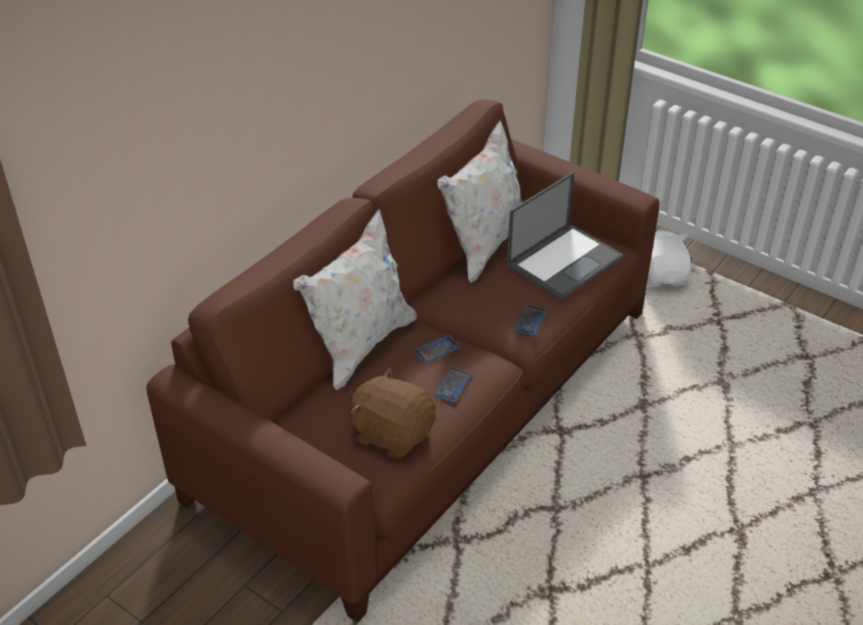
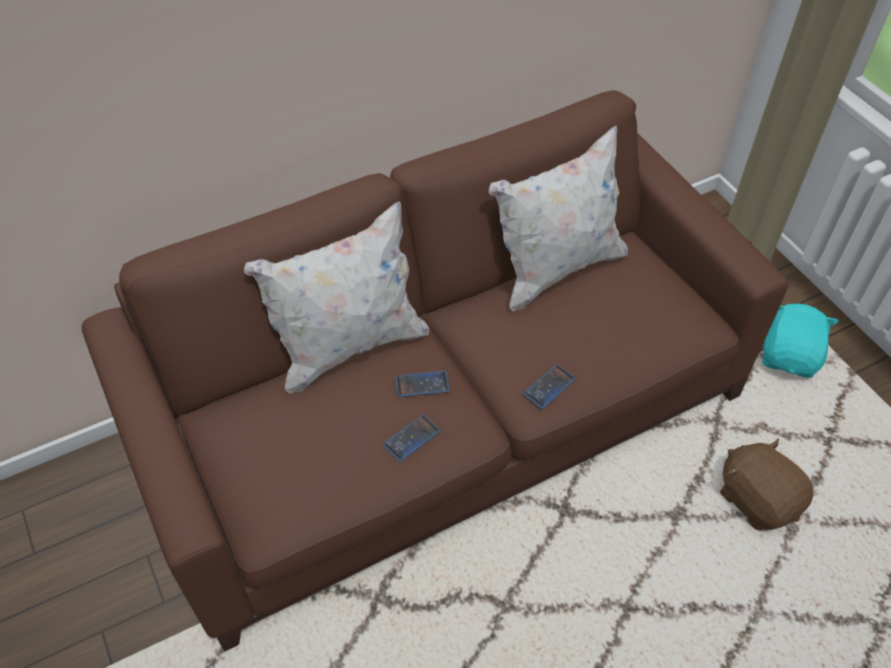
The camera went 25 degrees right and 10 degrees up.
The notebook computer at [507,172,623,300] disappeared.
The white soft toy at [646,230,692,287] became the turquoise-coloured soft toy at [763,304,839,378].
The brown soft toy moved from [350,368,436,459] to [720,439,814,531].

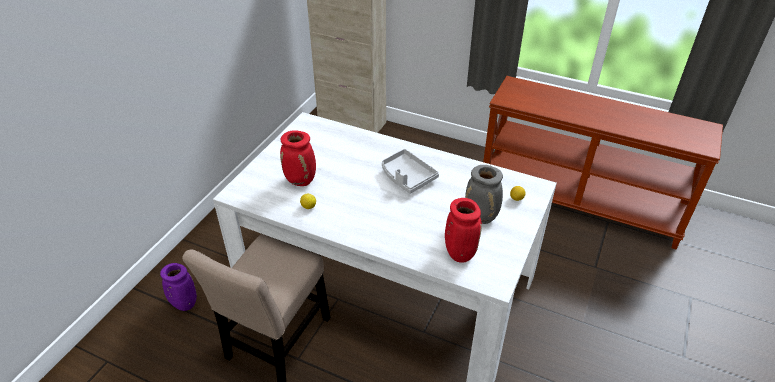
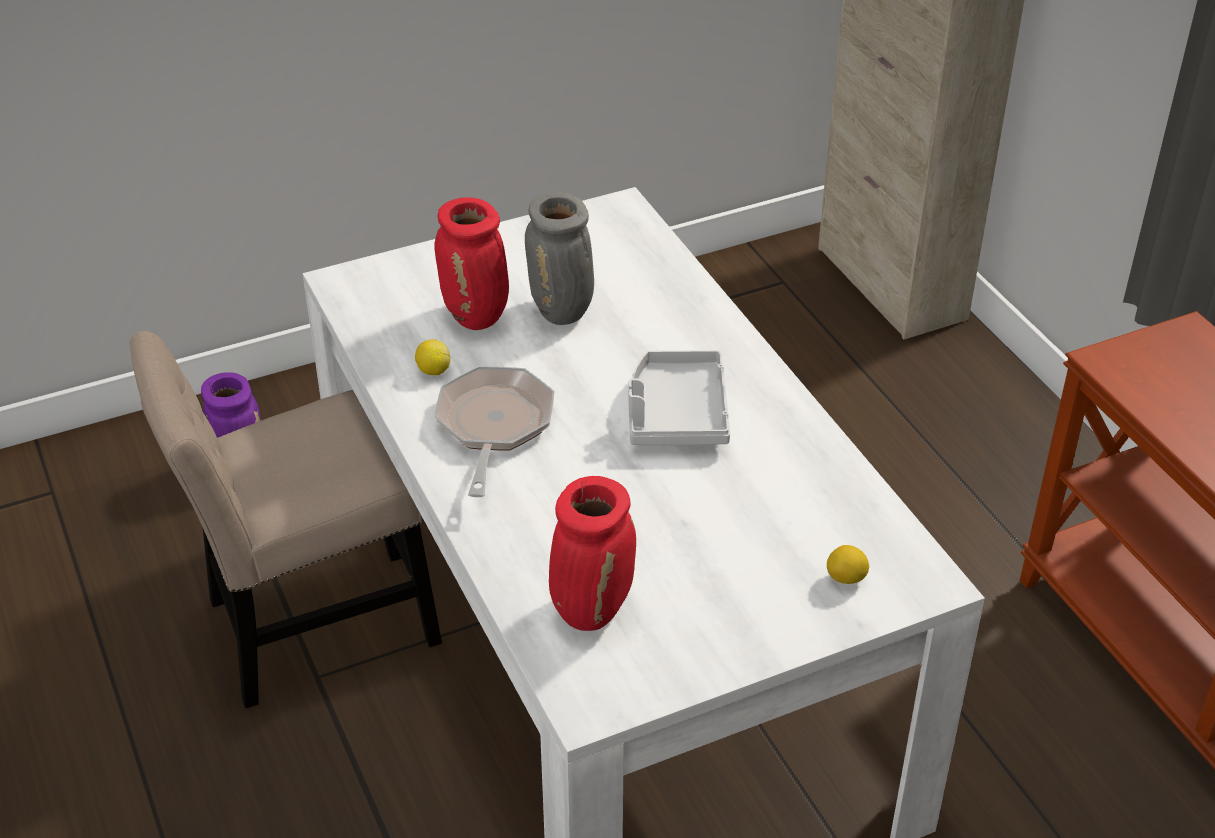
The camera went 40 degrees right and 0 degrees up.
The greyish vase moved from [465,165,503,224] to [525,192,594,325].
The skillet at [434,366,555,497] appeared.

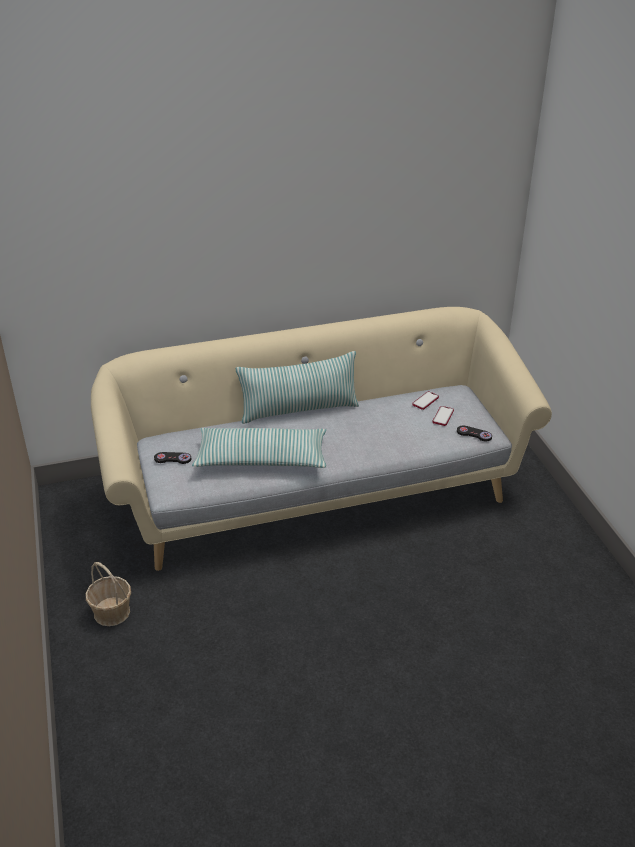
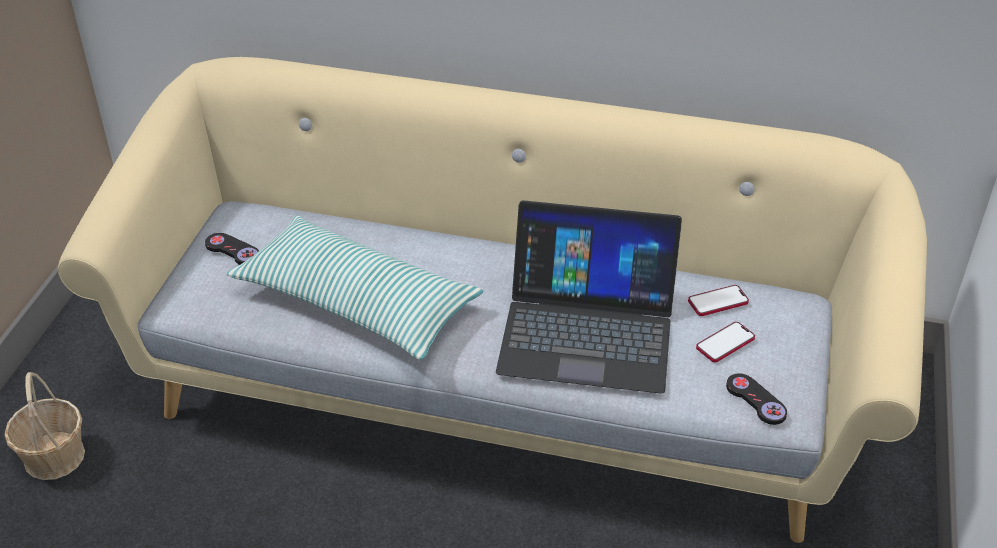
The camera went 30 degrees right and 5 degrees up.
The throw pillow at [236,351,359,424] disappeared.
The notebook computer at [496,201,682,394] appeared.

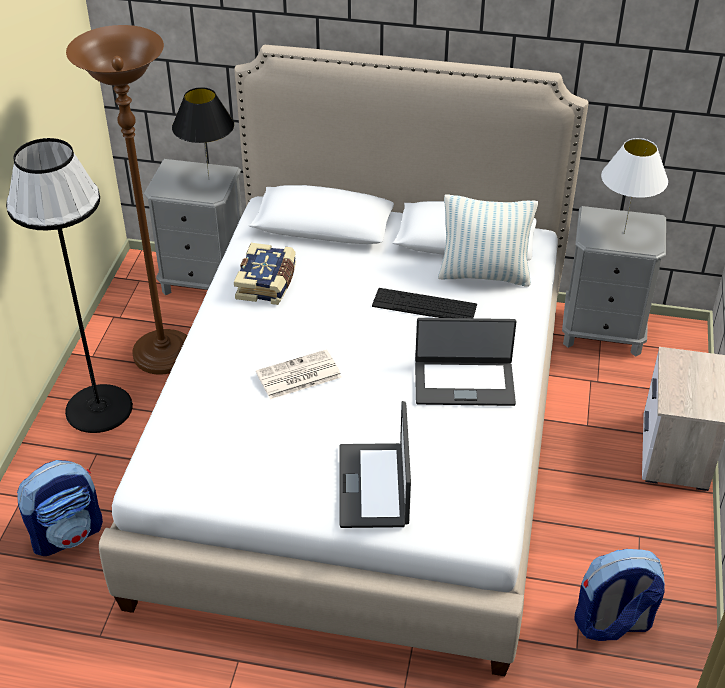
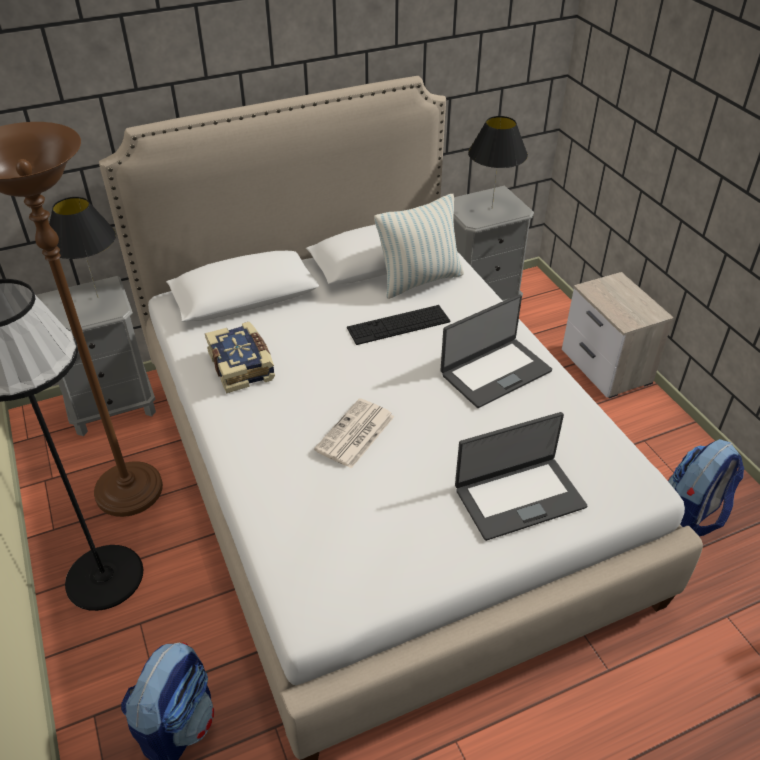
The camera went 35 degrees left and 0 degrees up.
The white lamp for a table at [601,138,668,234] became the blackish lamp for a table at [468,116,528,208].
The notebook computer at [339,401,411,528] turned 75 degrees counterclockwise.

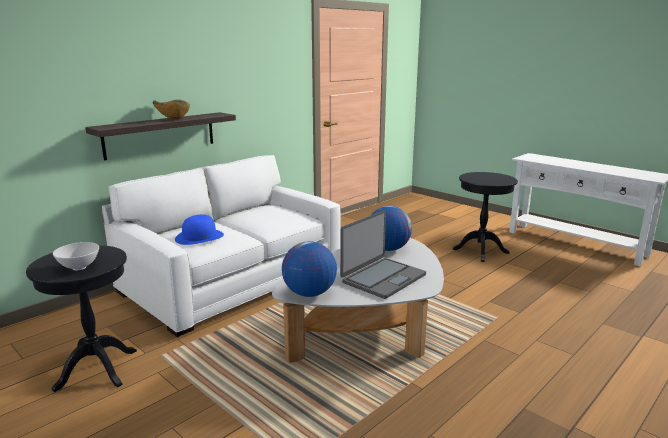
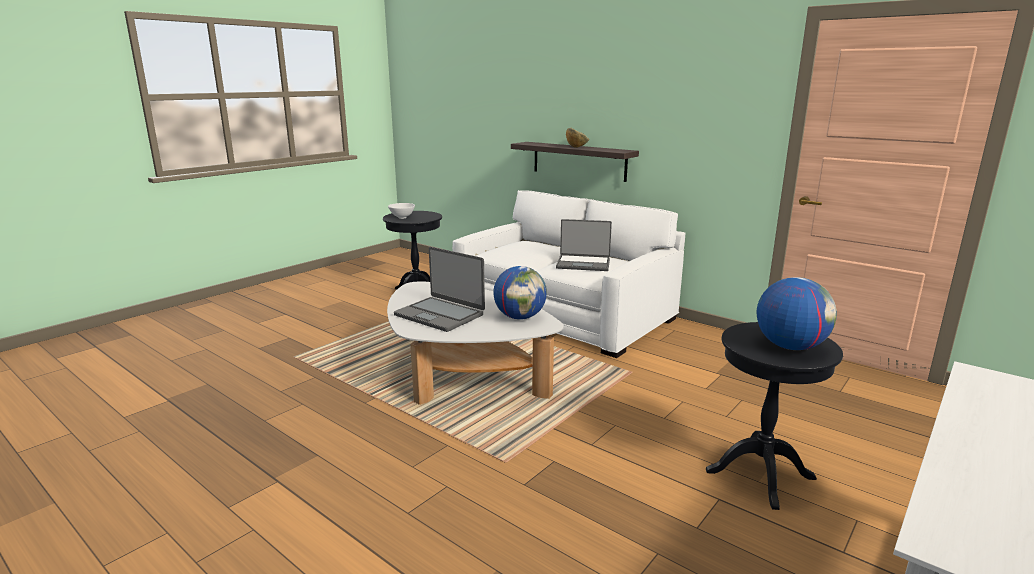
The camera went 85 degrees right and 0 degrees up.
The blue clothing hat at [175,215,224,245] disappeared.
The desk globe moved from [282,241,337,297] to [756,277,837,350].
The notebook computer at [556,219,612,271] appeared.

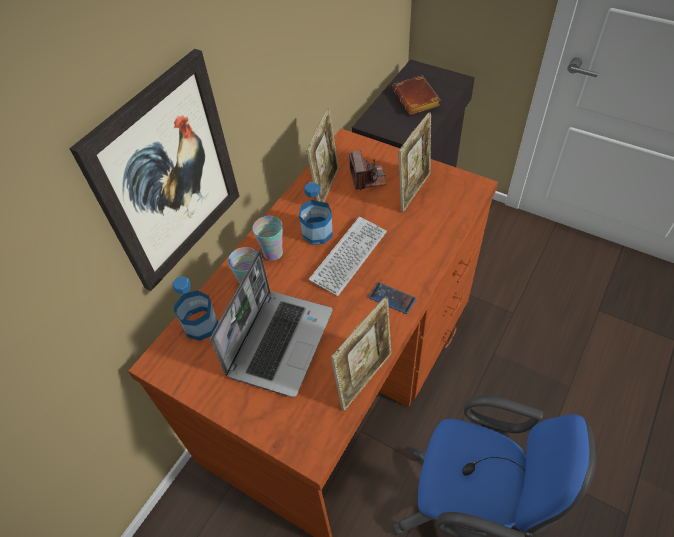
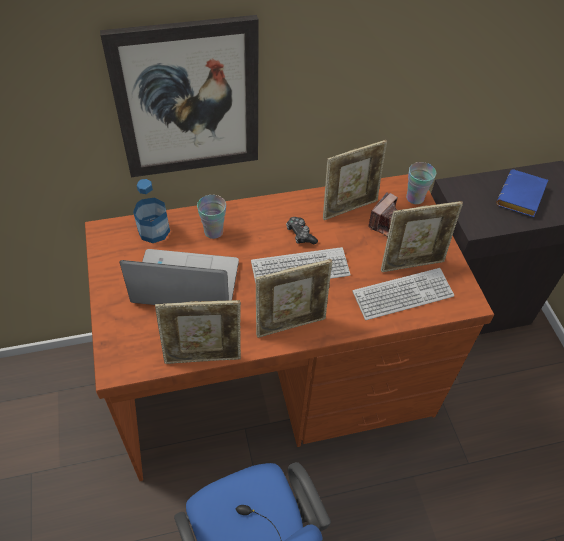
The camera went 40 degrees right and 0 degrees up.
The brown book at [392,75,440,115] became the blue book at [496,169,548,217].
The drink bottle at [299,182,333,245] was replaced by the joypad at [286,217,318,244].
The cup moved from [253,216,283,261] to [406,162,436,204].
The notebook computer at [210,251,333,397] turned 150 degrees counterclockwise.
The handset at [369,282,416,314] was replaced by the picture frame at [256,259,332,338].
The computer keyboard at [352,268,454,320] appeared.

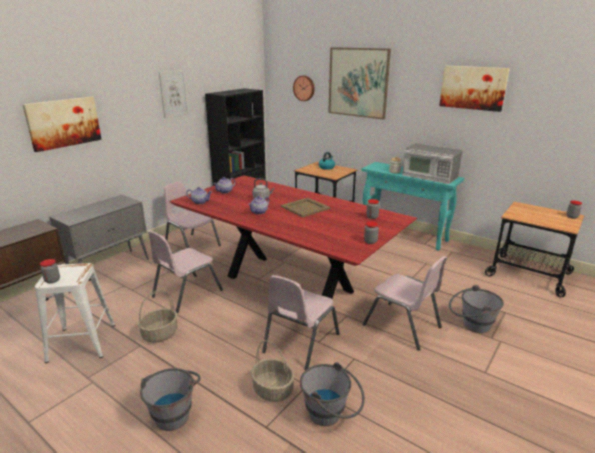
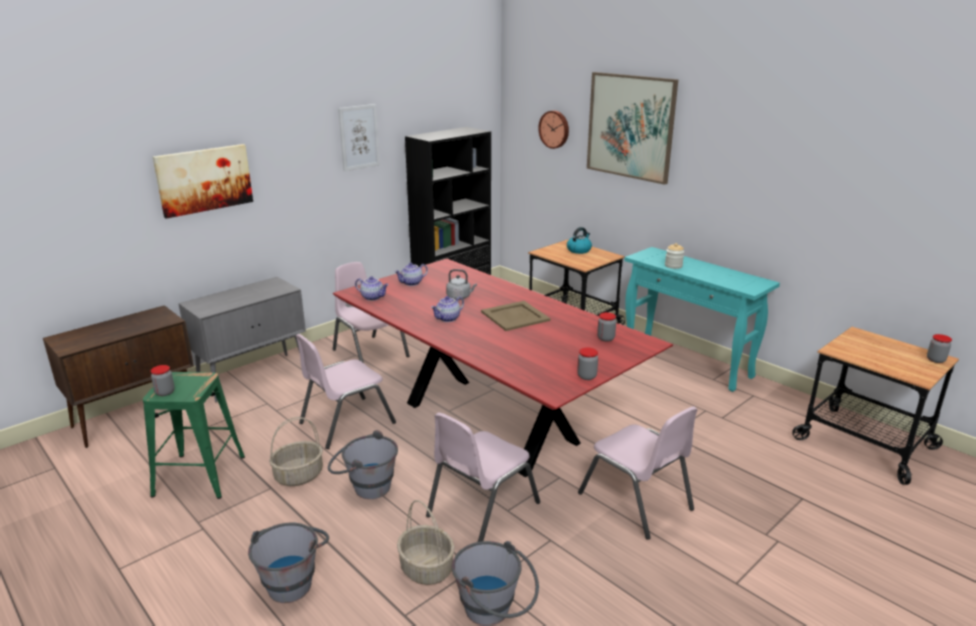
The camera went 10 degrees right and 0 degrees up.
The wall picture at [439,66,510,112] disappeared.
The microwave at [402,143,463,184] disappeared.
The white stool at [35,263,115,363] became the green-coloured stool at [143,372,245,499].
The greyish pail moved from [449,285,504,333] to [328,430,398,499].

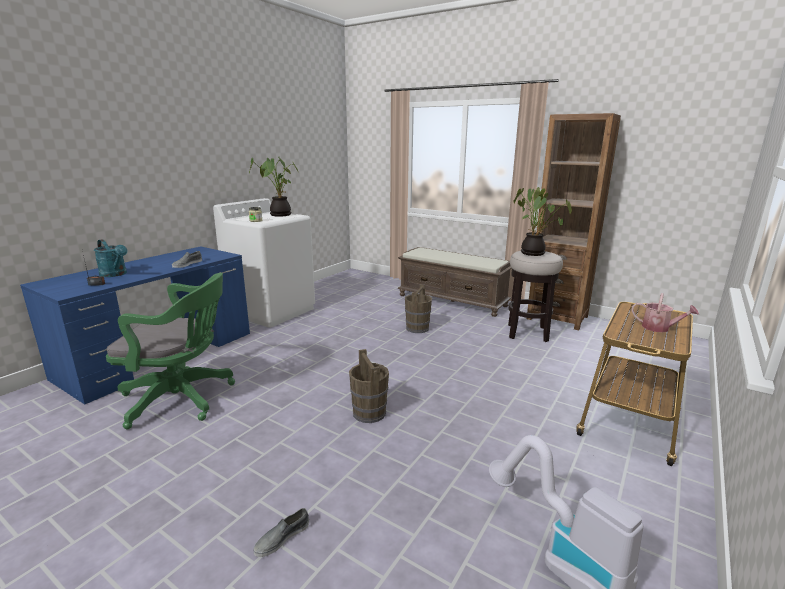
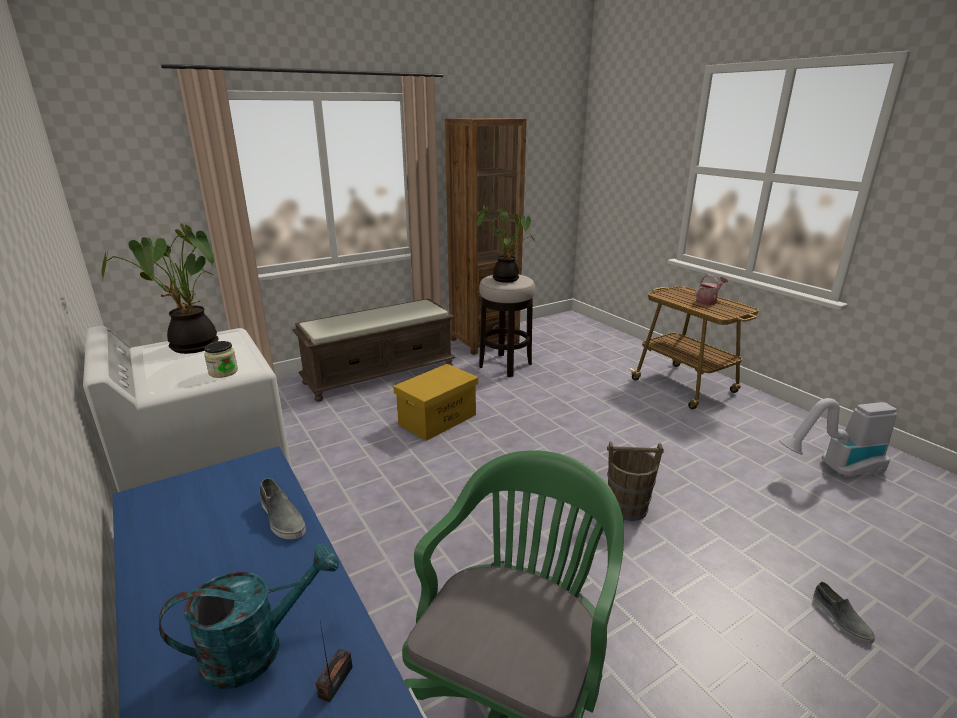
The camera went 65 degrees left and 5 degrees up.
The brown pail at [405,284,432,333] was replaced by the yellowish storage bin at [393,364,478,441].

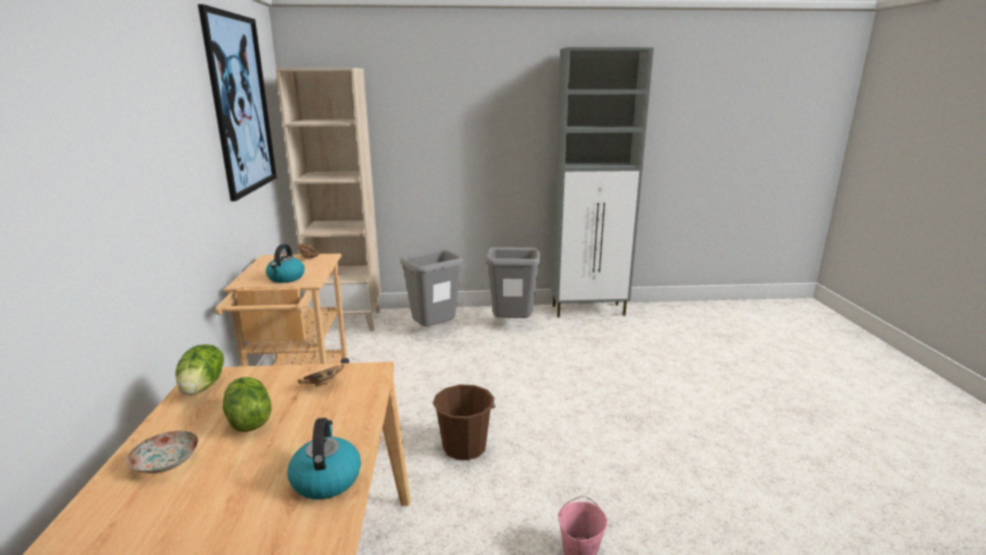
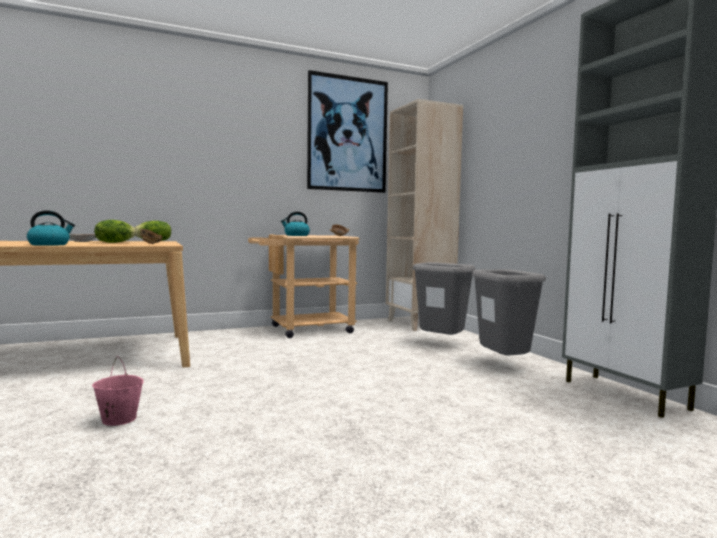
The camera went 70 degrees right and 15 degrees down.
The brown pail at [433,385,496,460] disappeared.

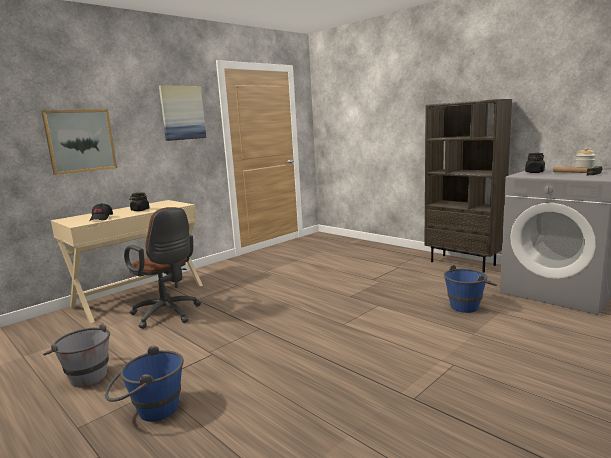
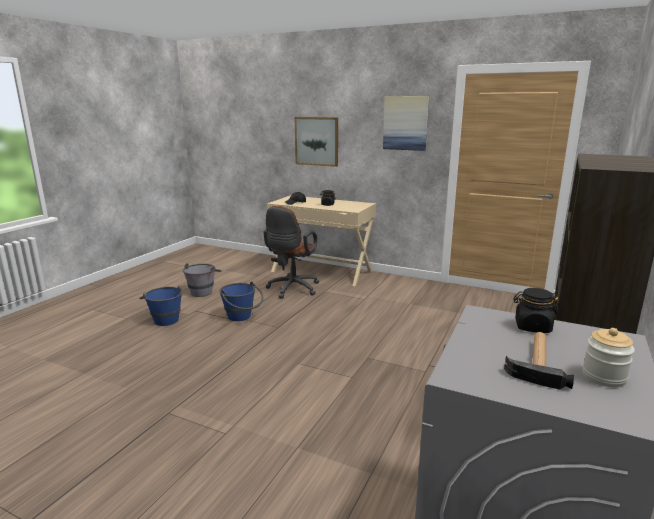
The camera went 70 degrees right and 5 degrees up.
The blue pail moved from [444,265,497,313] to [219,281,263,321].

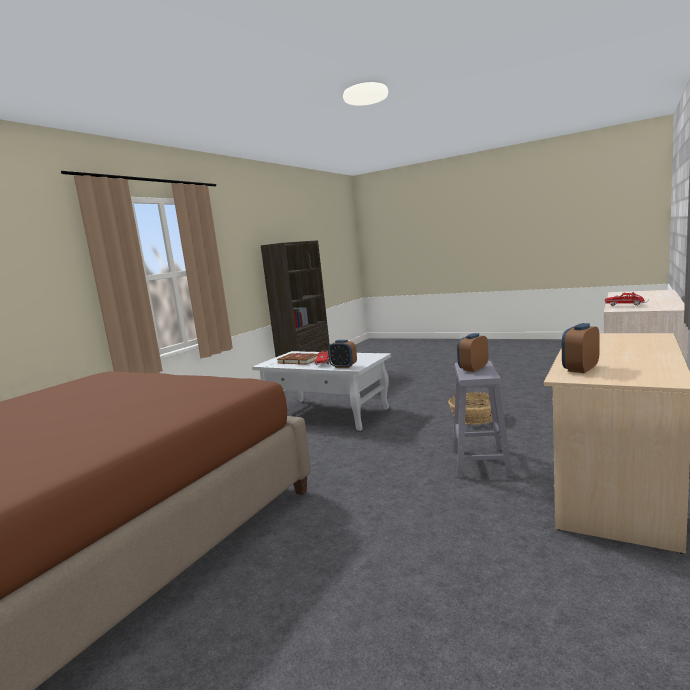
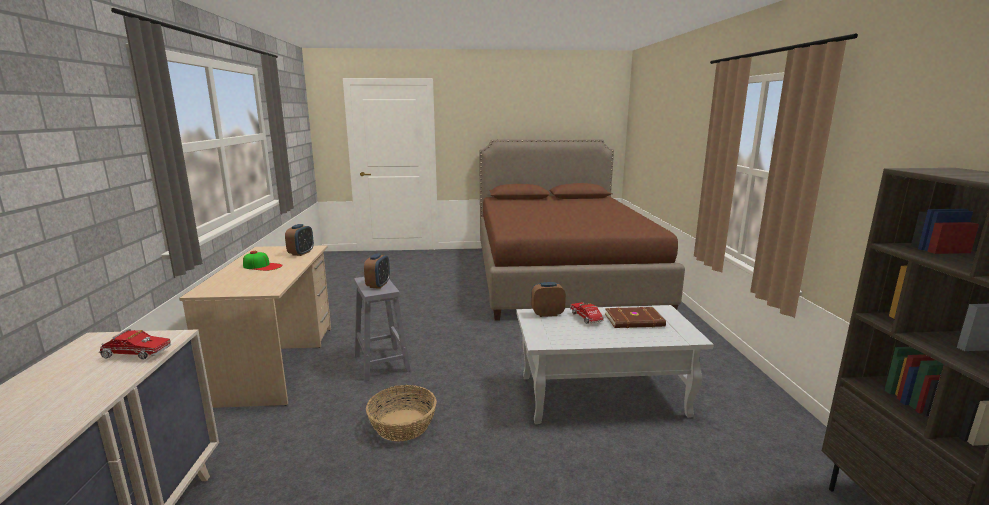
The camera went 145 degrees right and 5 degrees up.
The peaked cap at [243,251,283,271] appeared.

